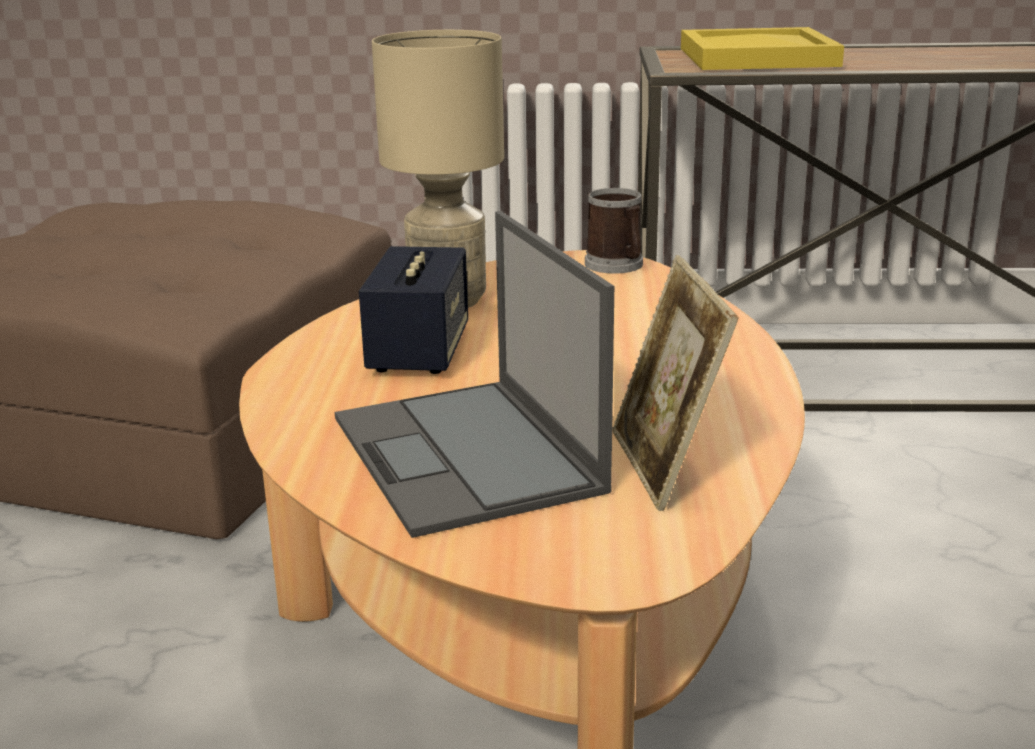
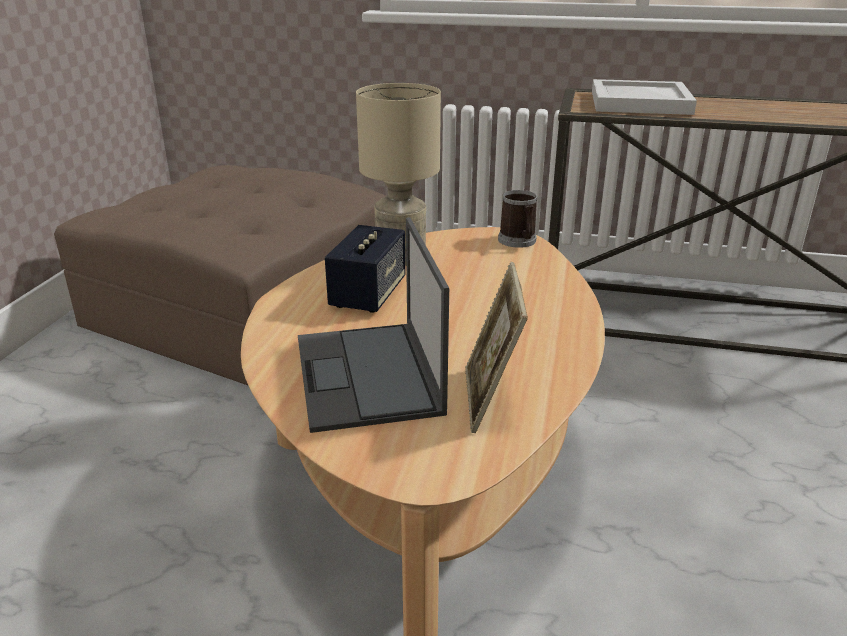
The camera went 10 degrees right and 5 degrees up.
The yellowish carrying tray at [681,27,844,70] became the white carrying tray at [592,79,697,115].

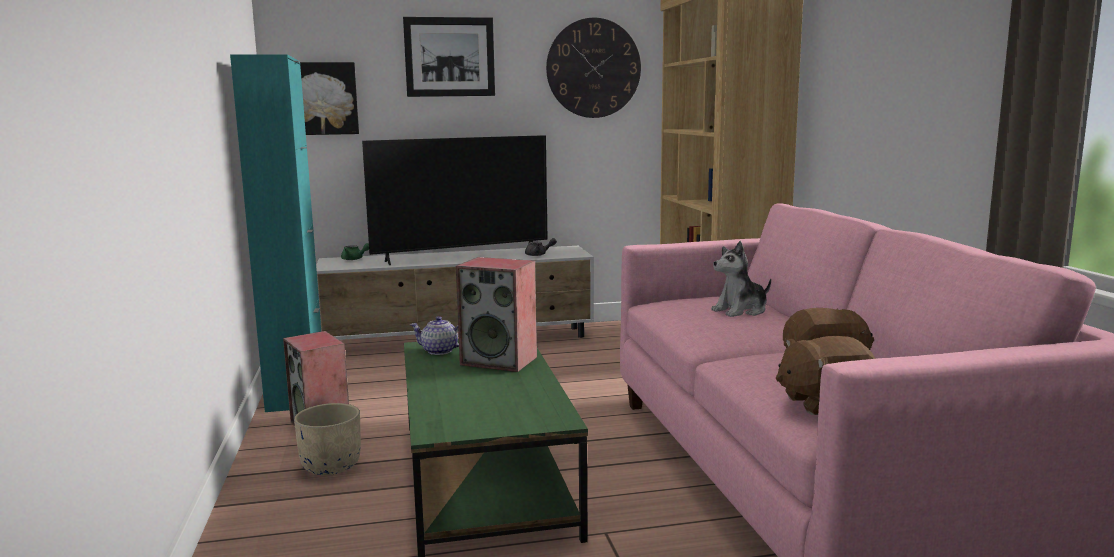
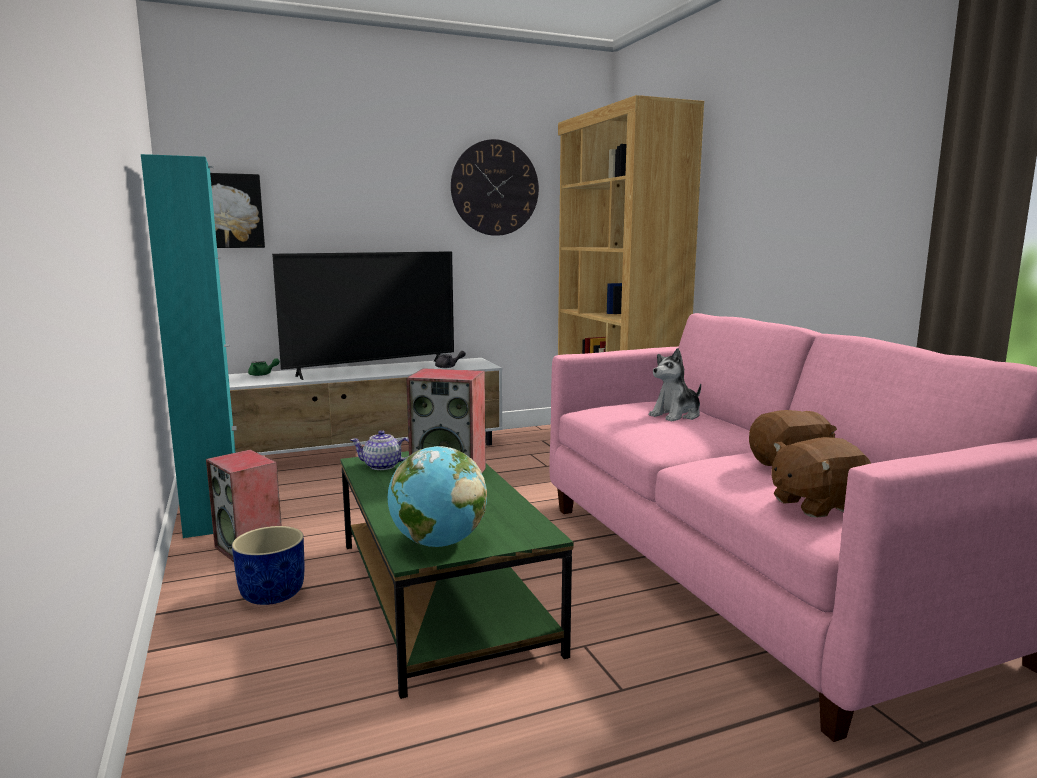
The camera went 10 degrees left and 0 degrees up.
The wall picture at [403,17,495,97] disappeared.
The beige-coloured plant pot at [294,403,361,475] became the blue plant pot at [232,526,304,605].
The desk globe at [388,446,487,547] appeared.

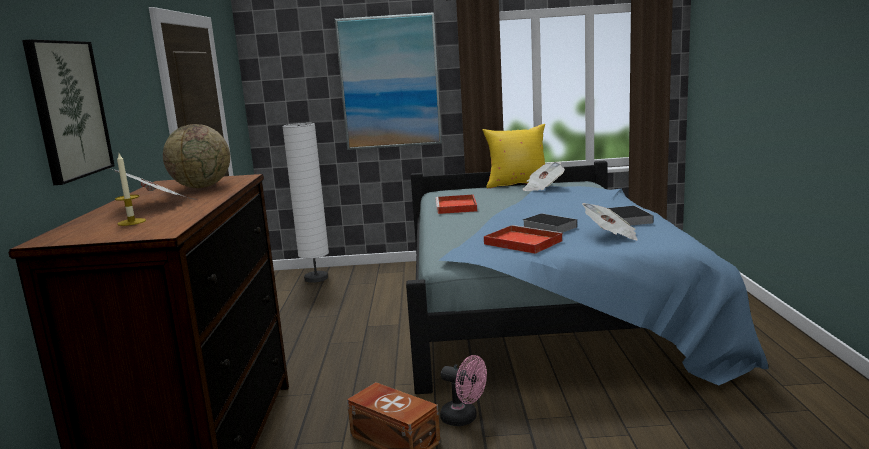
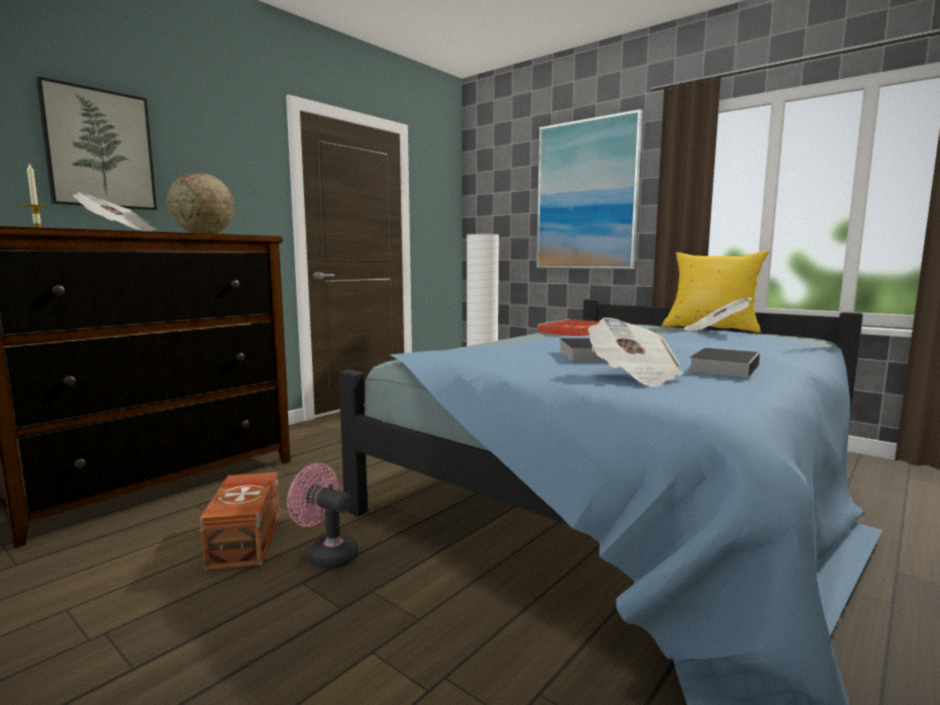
The camera went 40 degrees right and 5 degrees down.
The reddish carrying tray at [484,225,563,254] disappeared.
The pink-coloured fan at [440,355,487,426] turned 135 degrees clockwise.

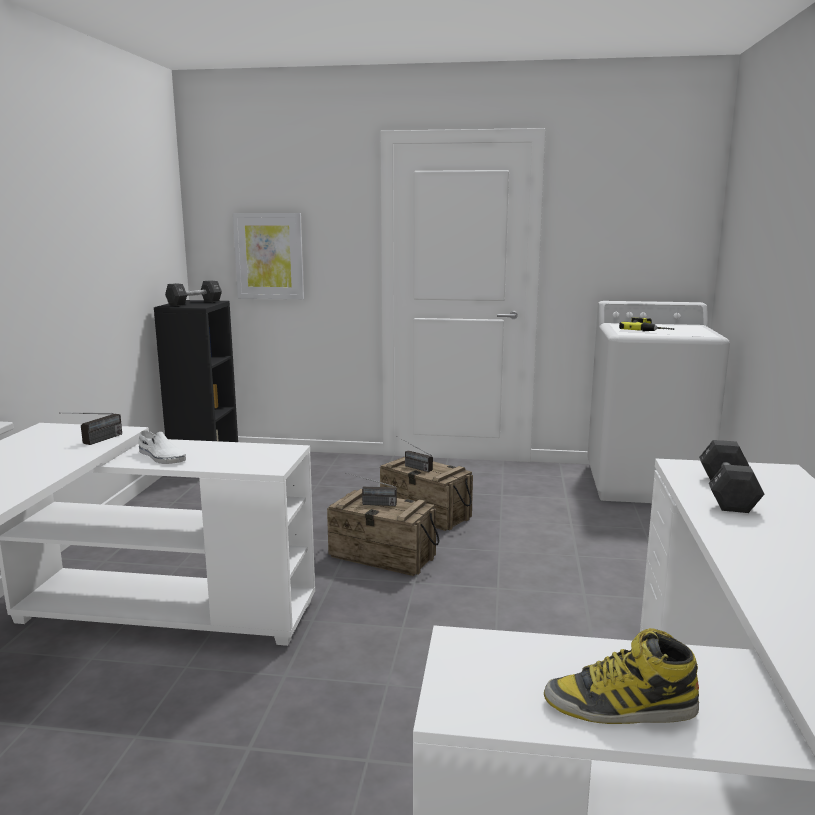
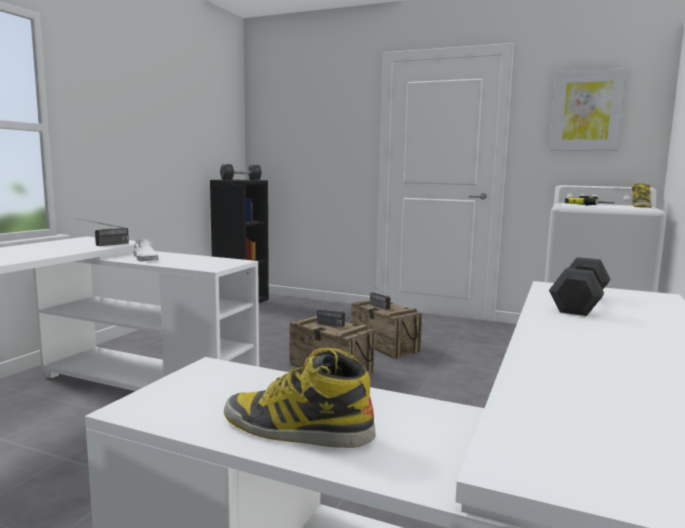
The camera went 15 degrees right and 5 degrees down.
The wall picture moved from [233,213,304,299] to [550,68,627,151].
The tall boot at [631,183,652,208] appeared.

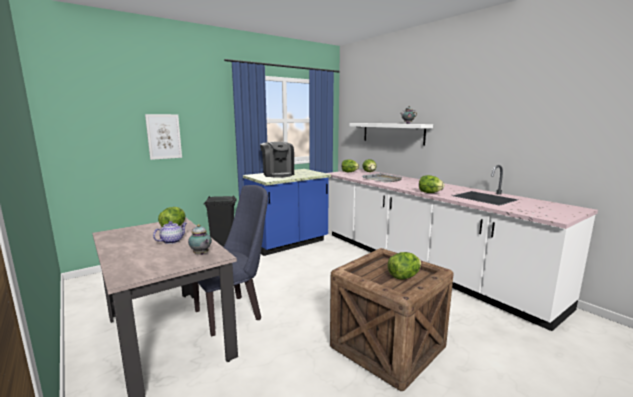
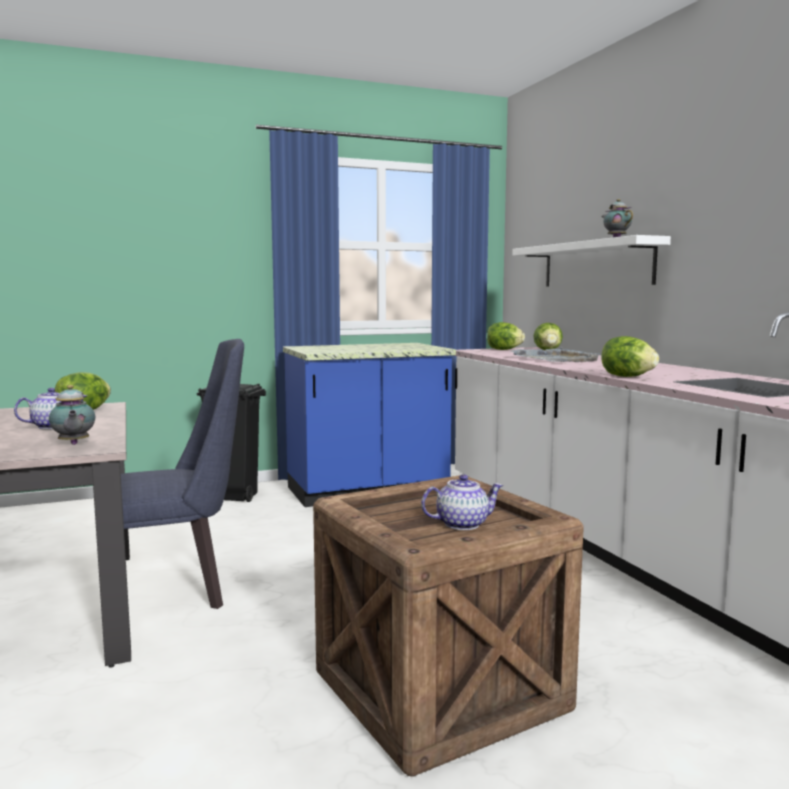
The camera went 15 degrees right and 5 degrees down.
The wall picture at [145,114,182,160] disappeared.
The coffee machine at [260,142,294,178] disappeared.
The lettuce head at [388,252,421,280] was replaced by the teapot at [421,474,504,530].

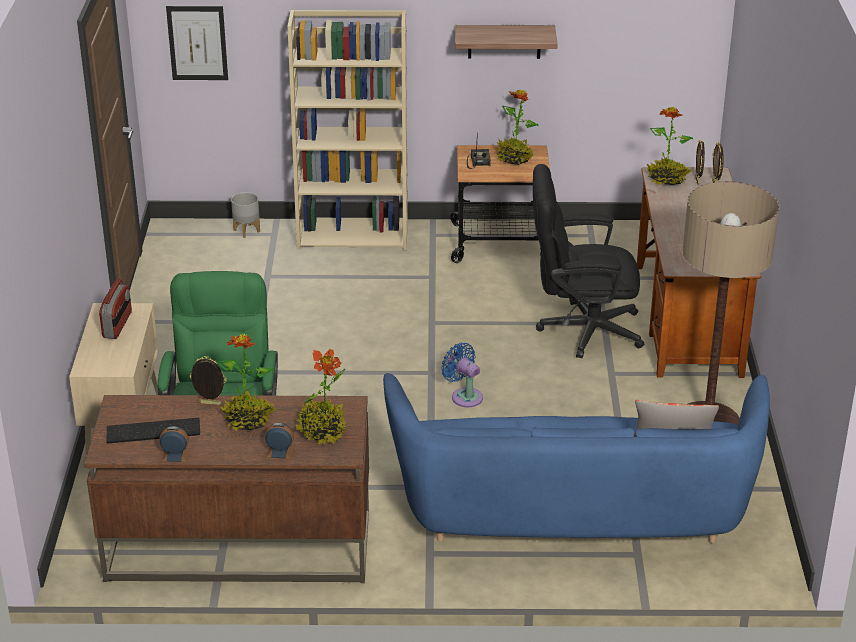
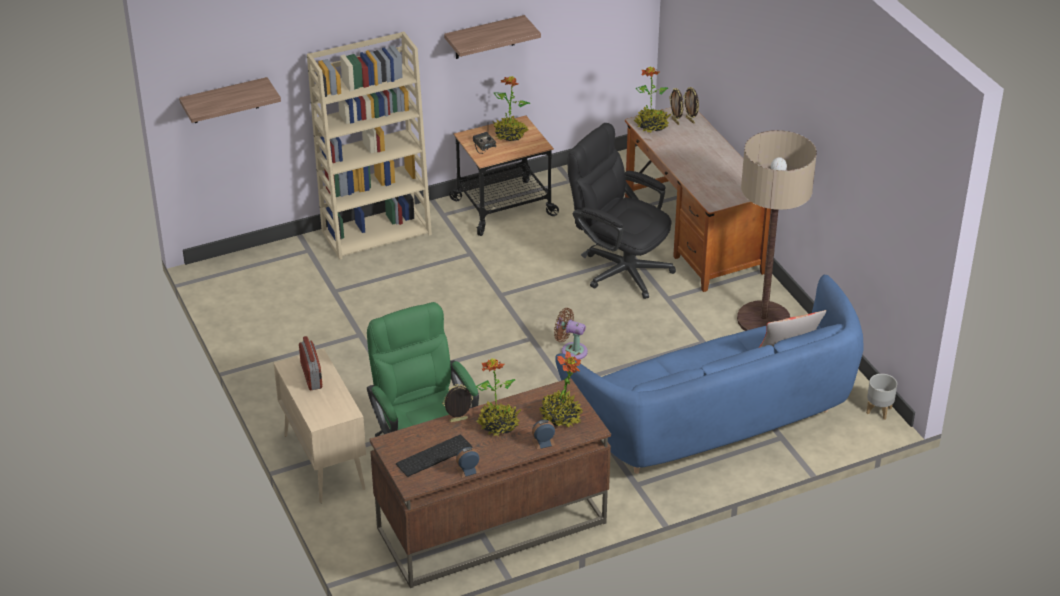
The camera went 25 degrees left and 5 degrees up.
The wall picture at [166,6,228,80] was replaced by the bracket shelf at [179,77,281,123].
The blackish office chair at [533,164,644,358] turned 60 degrees clockwise.
The greyish plant pot moved from [231,192,260,238] to [866,374,897,420].
The blue fan at [441,343,483,407] became the brown fan at [554,308,588,360].

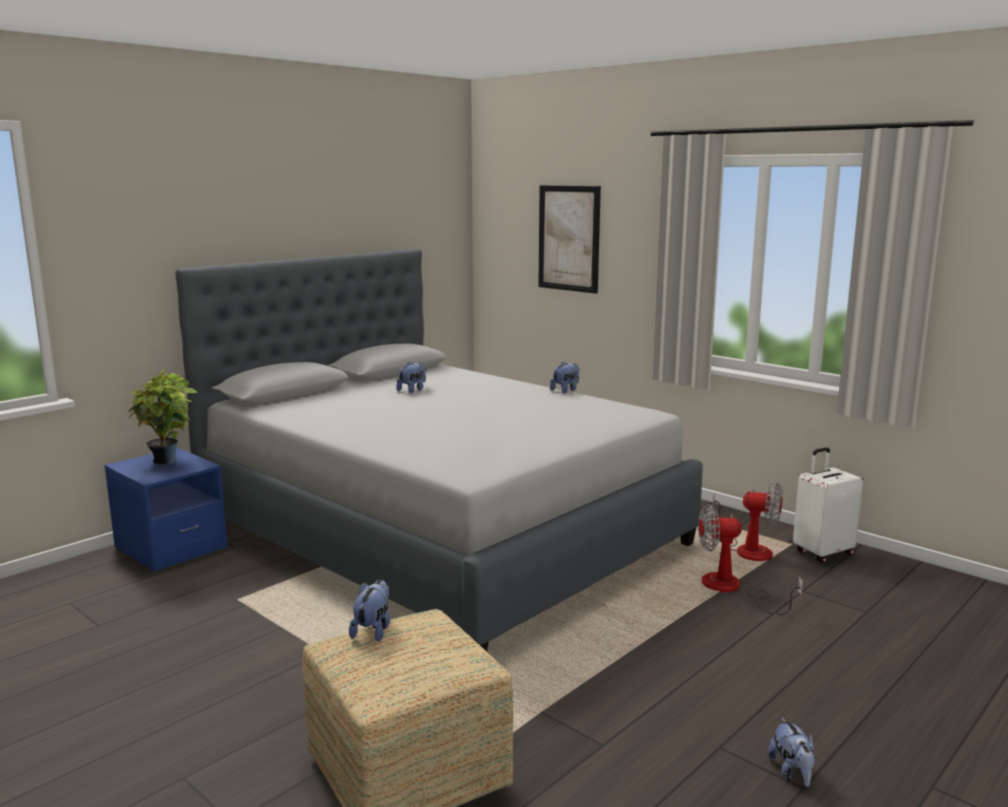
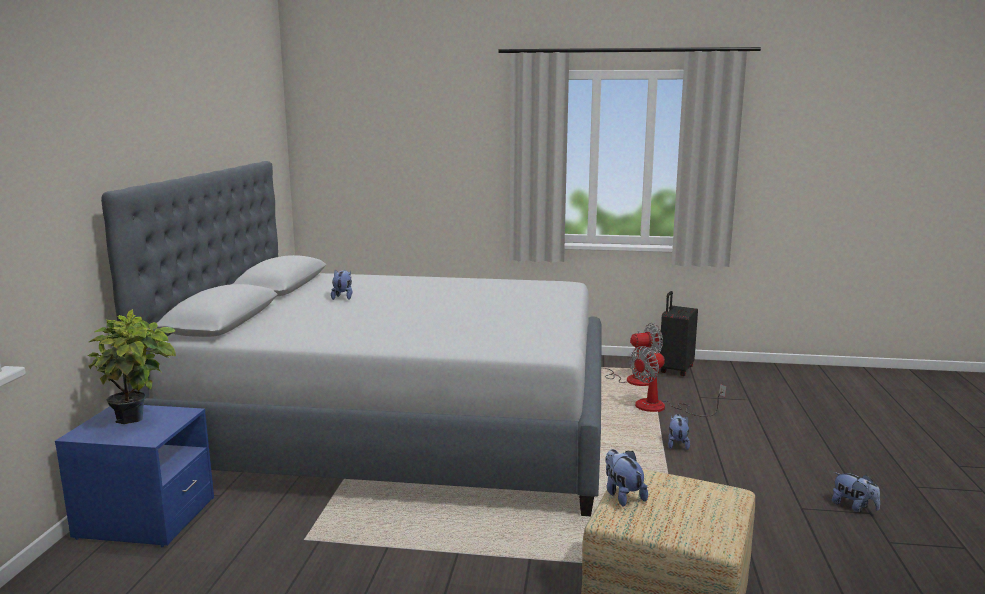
The camera went 35 degrees left and 0 degrees up.
The wall picture at [539,185,601,294] disappeared.
The soft toy moved from [550,362,579,393] to [668,414,690,450].
The white suitcase at [793,447,863,563] became the blackish suitcase at [660,291,698,376].

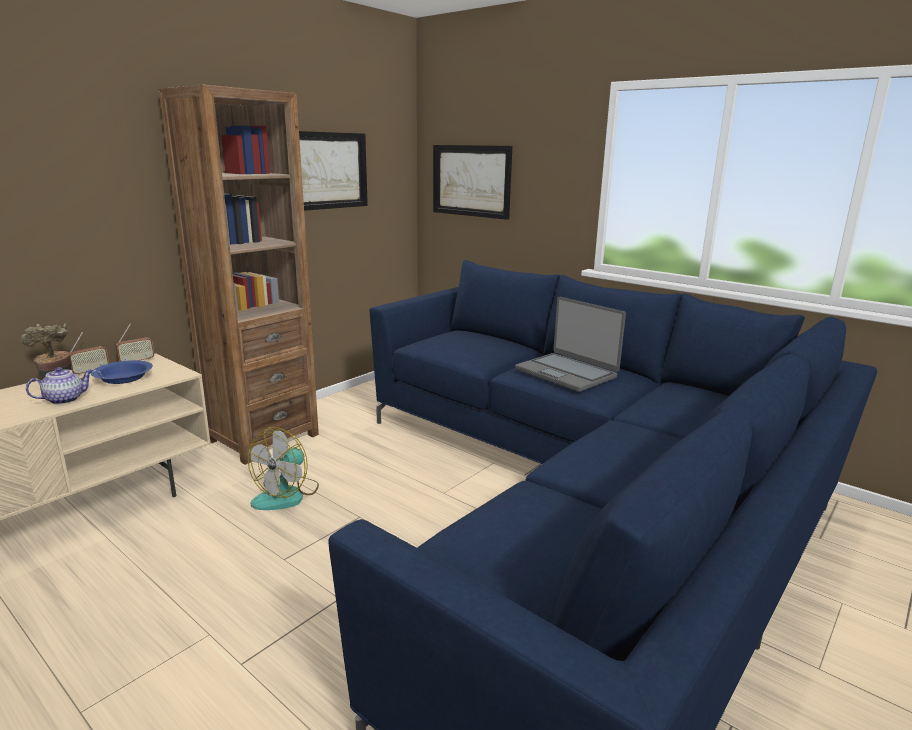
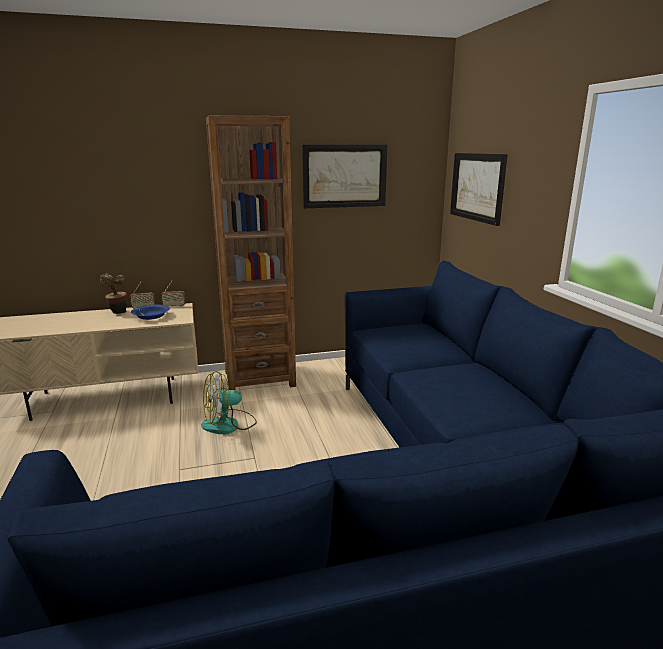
The camera went 35 degrees right and 0 degrees up.
The notebook computer at [515,297,626,392] disappeared.
The teapot at [26,367,93,405] disappeared.

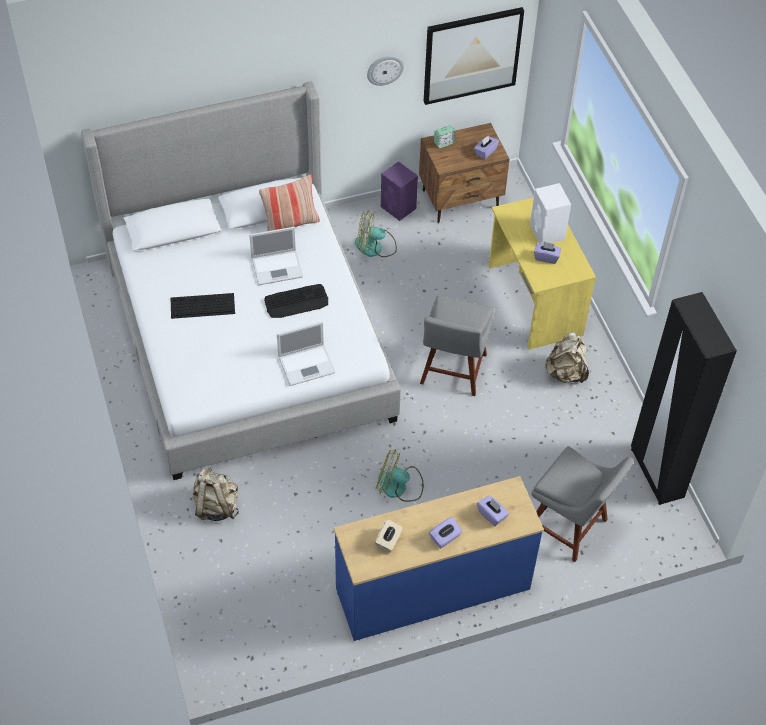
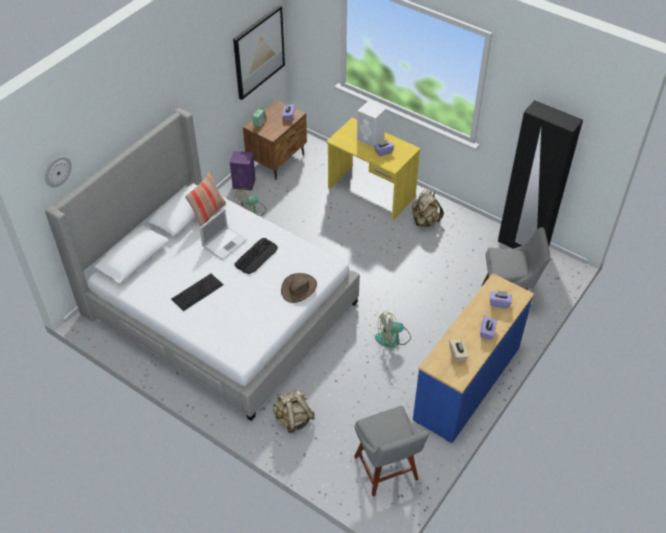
The camera went 35 degrees left and 5 degrees down.
The hanging clock moved from [367,56,404,86] to [45,156,72,187].
The greyish upright chair moved from [420,296,494,396] to [354,406,429,496].
The notebook computer at [277,322,336,386] was replaced by the brown clothing hat at [281,273,317,303].

